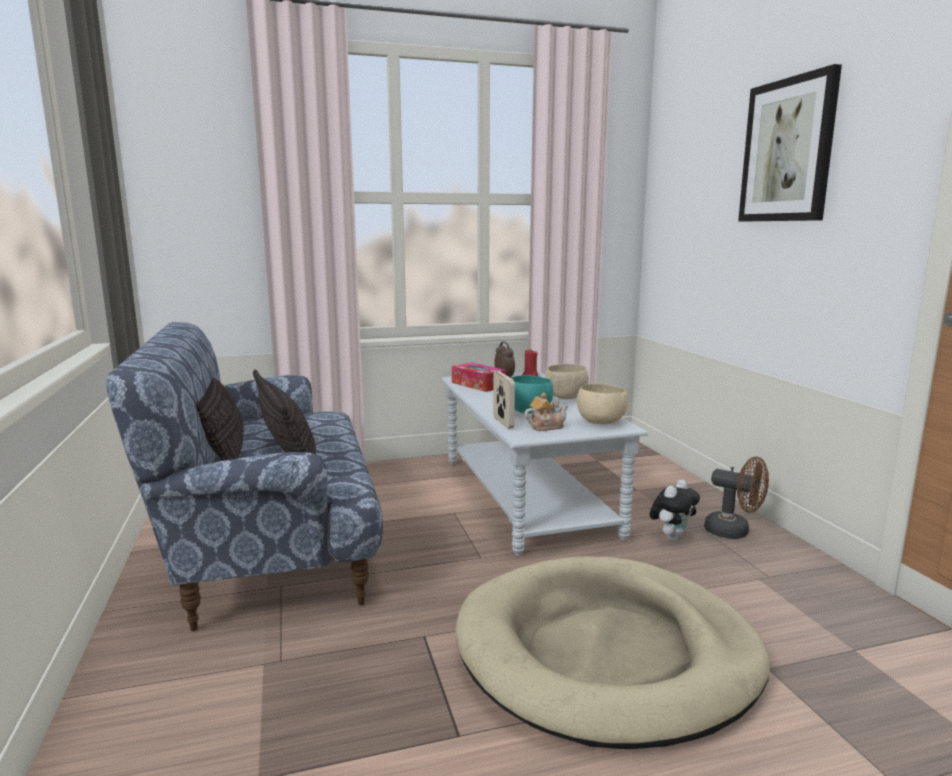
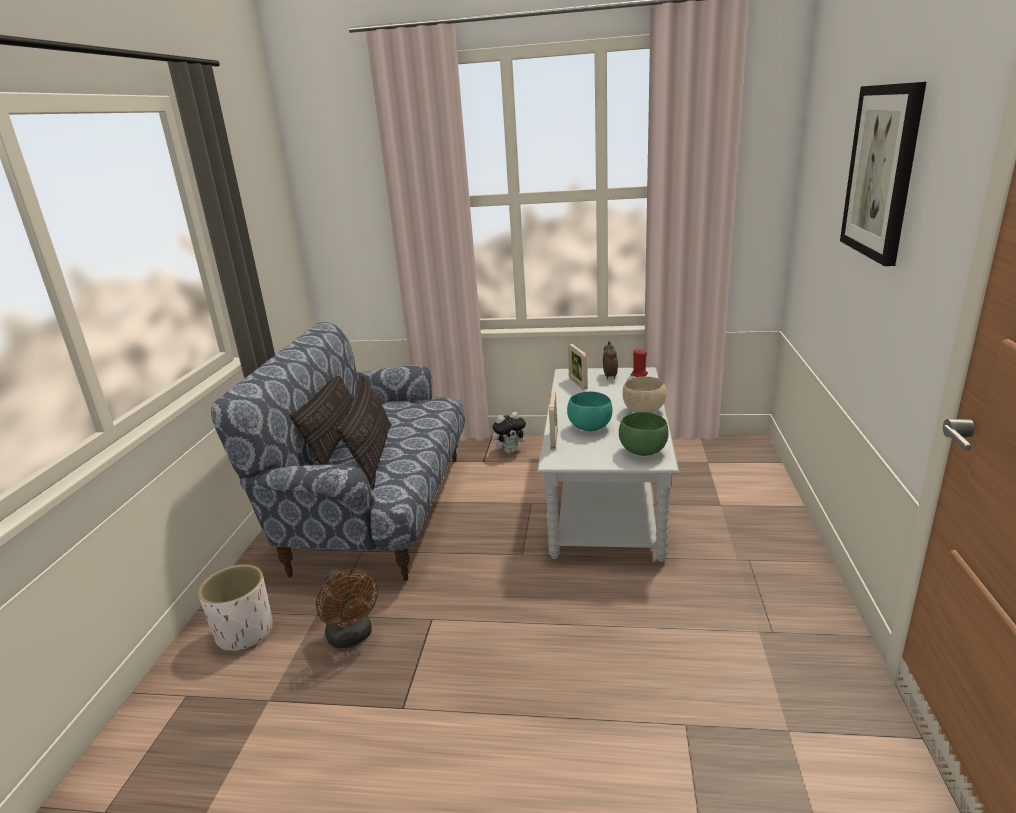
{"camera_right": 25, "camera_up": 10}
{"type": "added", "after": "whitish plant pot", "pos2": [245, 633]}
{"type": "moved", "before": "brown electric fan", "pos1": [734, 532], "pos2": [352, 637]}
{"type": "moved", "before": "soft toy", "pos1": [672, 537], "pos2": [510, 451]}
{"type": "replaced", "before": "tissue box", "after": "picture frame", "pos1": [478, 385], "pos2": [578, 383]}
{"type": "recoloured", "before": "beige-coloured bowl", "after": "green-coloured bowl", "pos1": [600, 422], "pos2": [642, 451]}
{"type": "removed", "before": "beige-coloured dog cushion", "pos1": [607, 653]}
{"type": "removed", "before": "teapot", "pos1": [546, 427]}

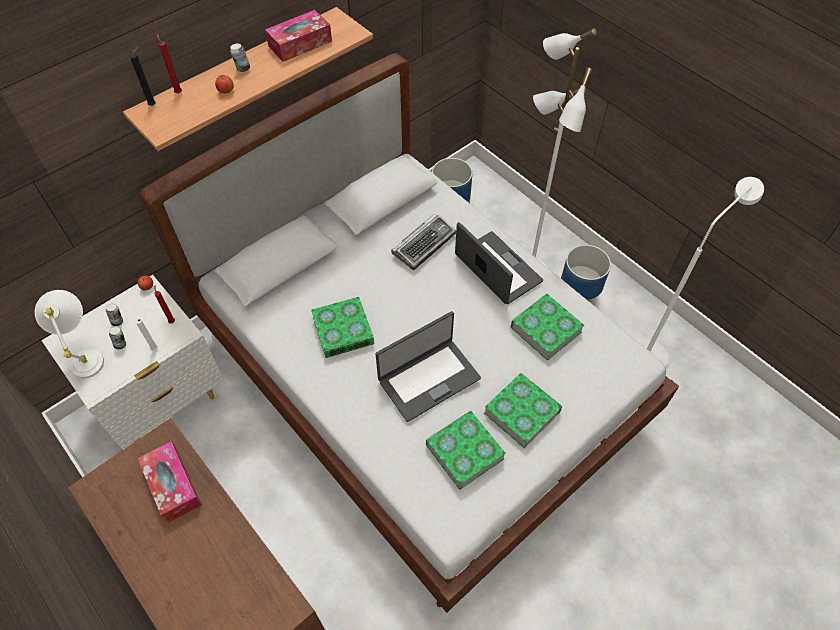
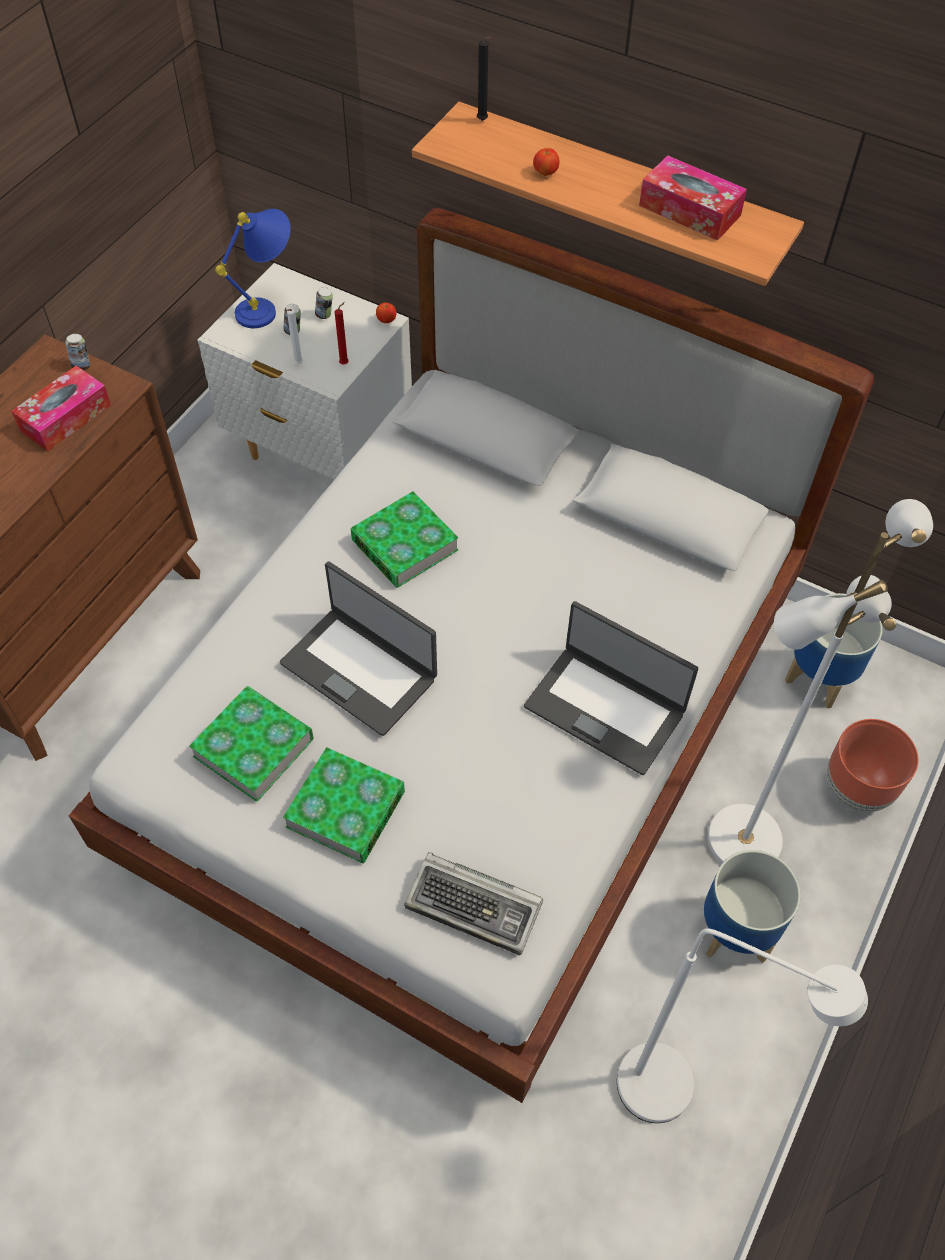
{"camera_right": 70, "camera_up": 0}
{"type": "moved", "before": "can", "pos1": [242, 69], "pos2": [82, 366]}
{"type": "recoloured", "before": "whitish table lamp", "after": "bluish table lamp", "pos1": [86, 354], "pos2": [268, 308]}
{"type": "moved", "before": "computer keyboard", "pos1": [424, 244], "pos2": [475, 907]}
{"type": "turned", "before": "laptop", "pos1": [497, 269], "pos2": [605, 708], "turn": 90}
{"type": "added", "after": "brown plant pot", "pos2": [858, 789]}
{"type": "removed", "before": "red-coloured wax candle", "pos1": [178, 92]}
{"type": "removed", "before": "bound book", "pos1": [546, 329]}

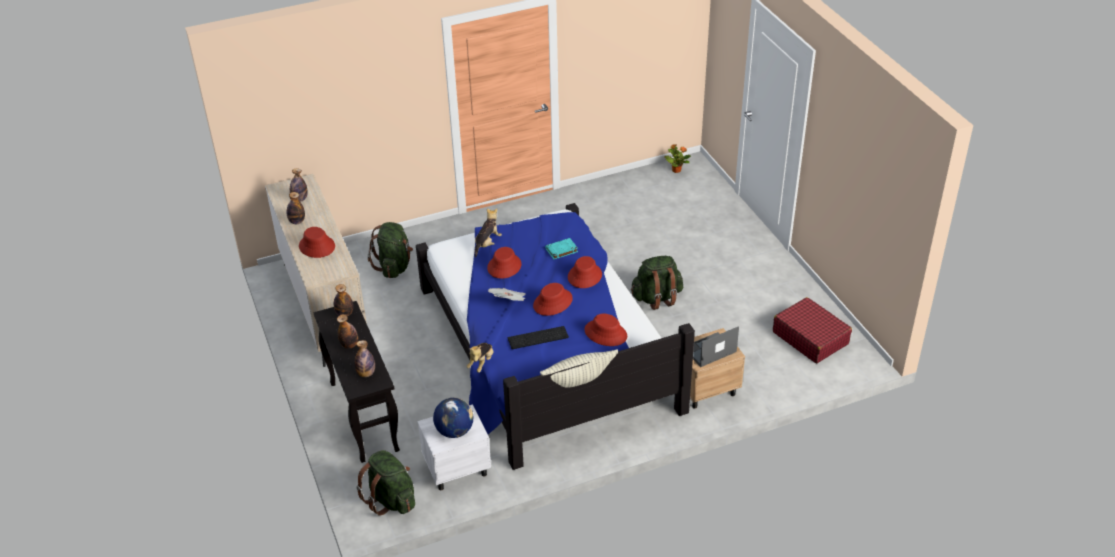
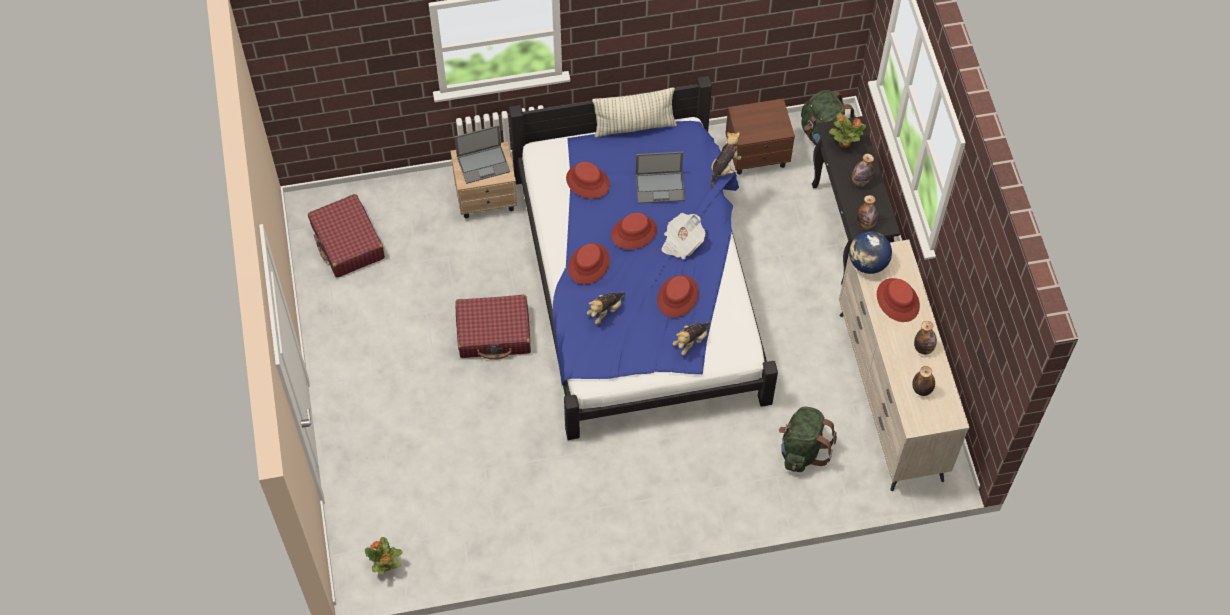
{"camera_right": -170, "camera_up": 20}
{"type": "replaced", "before": "green-coloured knapsack", "after": "red-coloured travel case", "pos1": [657, 298], "pos2": [494, 333]}
{"type": "replaced", "before": "turquoise bound book", "after": "soft toy", "pos1": [561, 250], "pos2": [605, 311]}
{"type": "replaced", "before": "computer keyboard", "after": "laptop", "pos1": [537, 338], "pos2": [660, 187]}
{"type": "recoloured", "before": "whitish night table", "after": "brown night table", "pos1": [456, 469], "pos2": [757, 155]}
{"type": "replaced", "before": "bottle", "after": "houseplant", "pos1": [366, 373], "pos2": [844, 142]}
{"type": "moved", "before": "desk globe", "pos1": [454, 431], "pos2": [867, 263]}

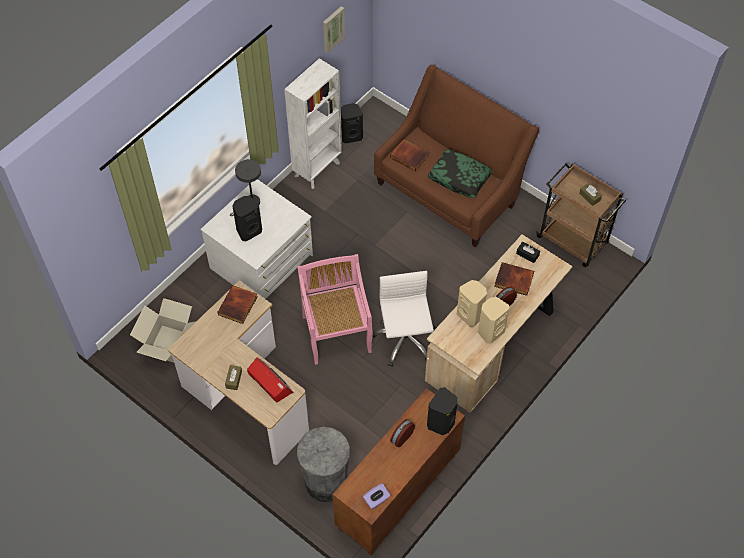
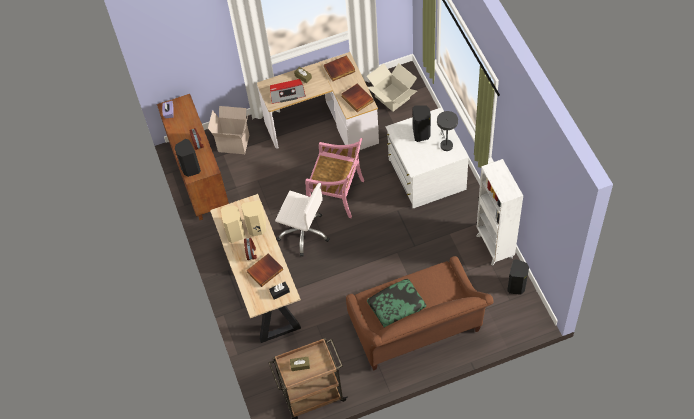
{"camera_right": 125, "camera_up": 0}
{"type": "replaced", "before": "grey trash can", "after": "cardboard box", "pos1": [326, 482], "pos2": [234, 142]}
{"type": "moved", "before": "bound book", "pos1": [410, 156], "pos2": [339, 70]}
{"type": "removed", "before": "wall art", "pos1": [332, 28]}

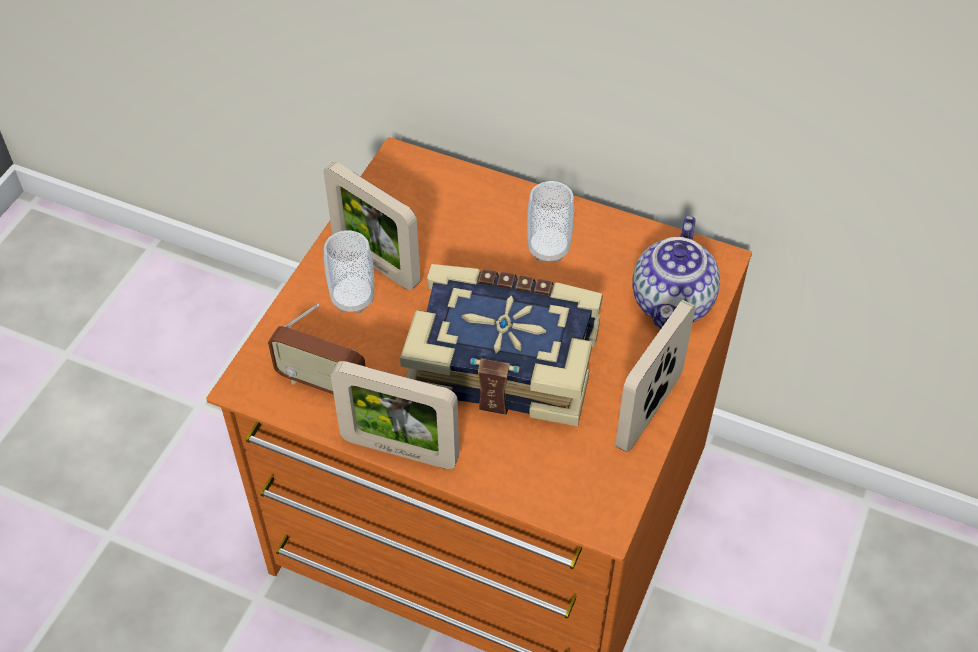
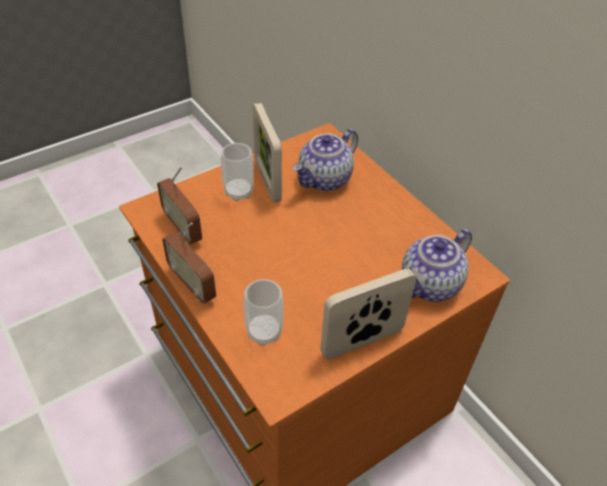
{"camera_right": 30, "camera_up": -5}
{"type": "replaced", "before": "picture frame", "after": "radio", "pos1": [399, 450], "pos2": [192, 284]}
{"type": "moved", "before": "cup", "pos1": [548, 249], "pos2": [264, 332]}
{"type": "added", "after": "teapot", "pos2": [325, 180]}
{"type": "removed", "before": "bound book", "pos1": [504, 359]}

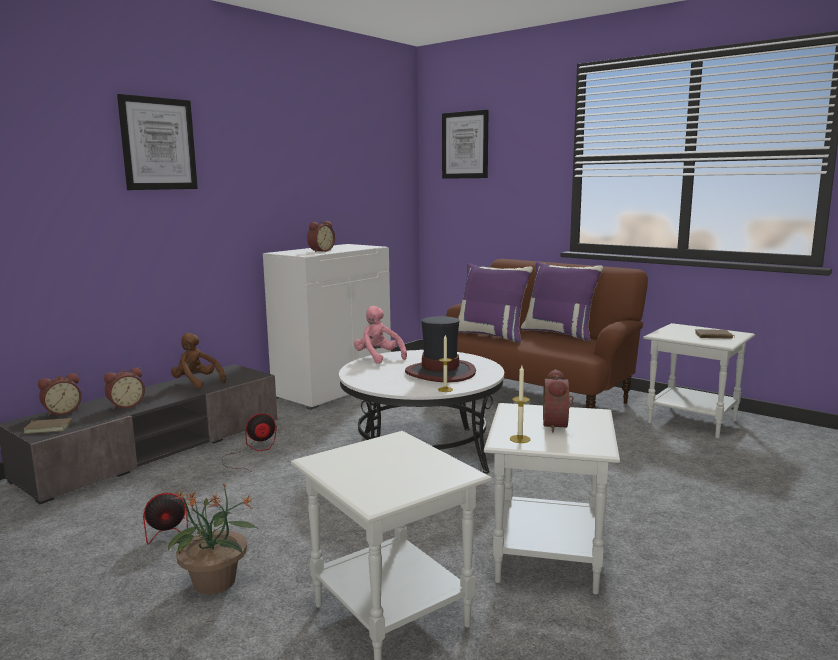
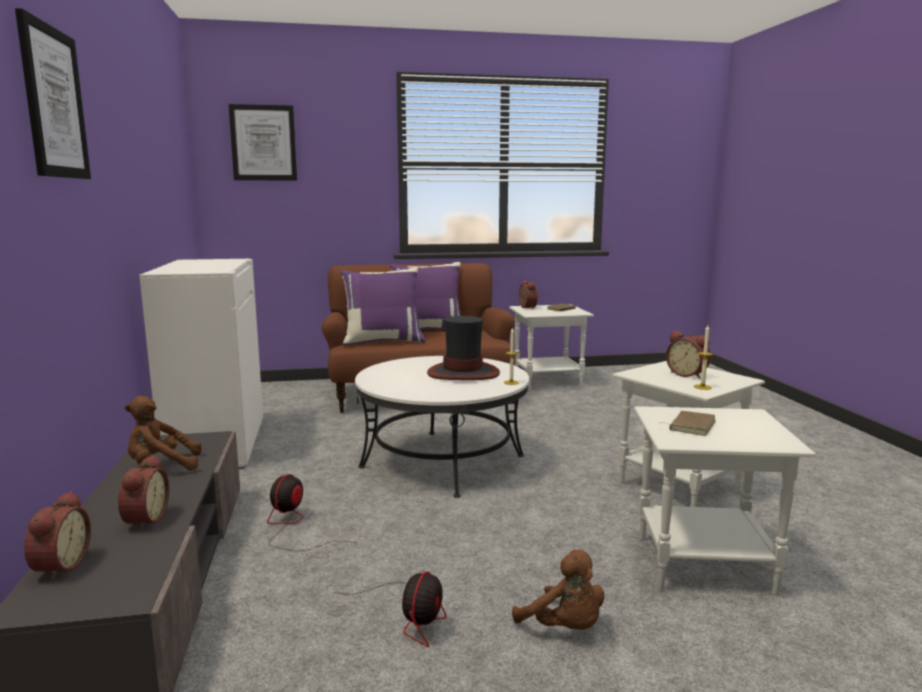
{"camera_right": -50, "camera_up": 0}
{"type": "replaced", "before": "houseplant", "after": "brown soft toy", "pos1": [215, 583], "pos2": [564, 628]}
{"type": "moved", "before": "alarm clock", "pos1": [320, 251], "pos2": [526, 307]}
{"type": "moved", "before": "brown bound book", "pos1": [49, 427], "pos2": [690, 425]}
{"type": "removed", "before": "pink-coloured soft toy", "pos1": [378, 358]}

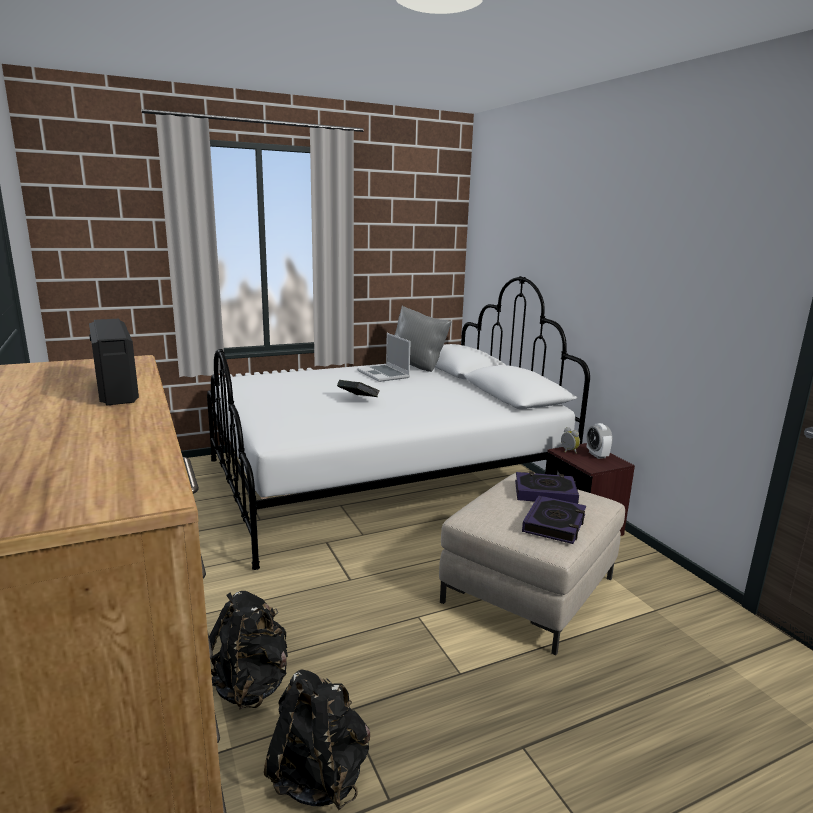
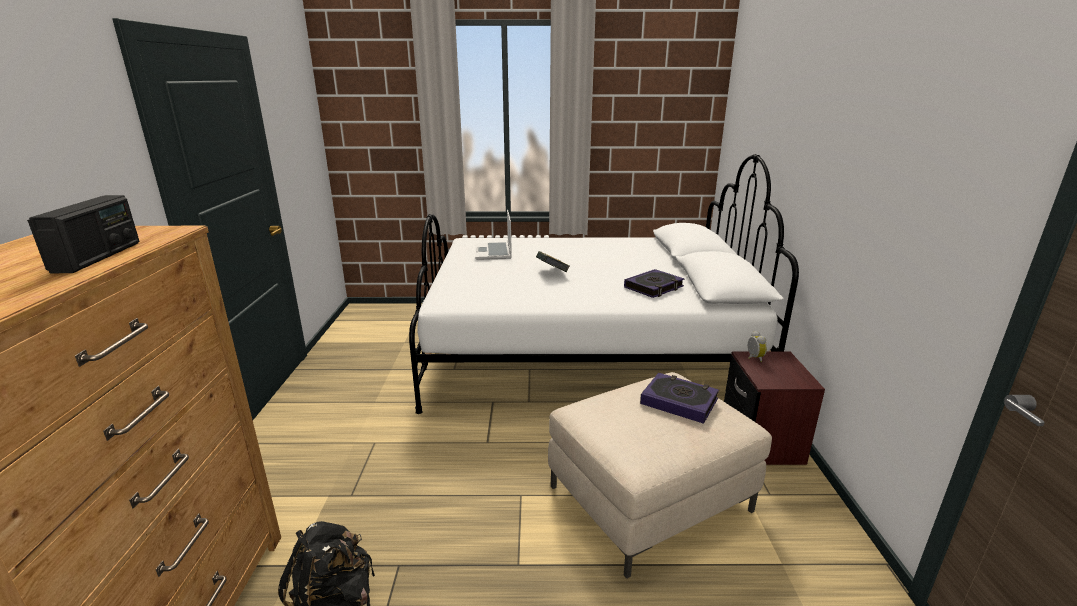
{"camera_right": 25, "camera_up": 5}
{"type": "moved", "before": "laptop", "pos1": [384, 374], "pos2": [494, 252]}
{"type": "moved", "before": "bound book", "pos1": [554, 524], "pos2": [654, 287]}
{"type": "removed", "before": "black knapsack", "pos1": [251, 684]}
{"type": "removed", "before": "grey throw pillow", "pos1": [418, 367]}
{"type": "removed", "before": "alarm clock", "pos1": [597, 455]}

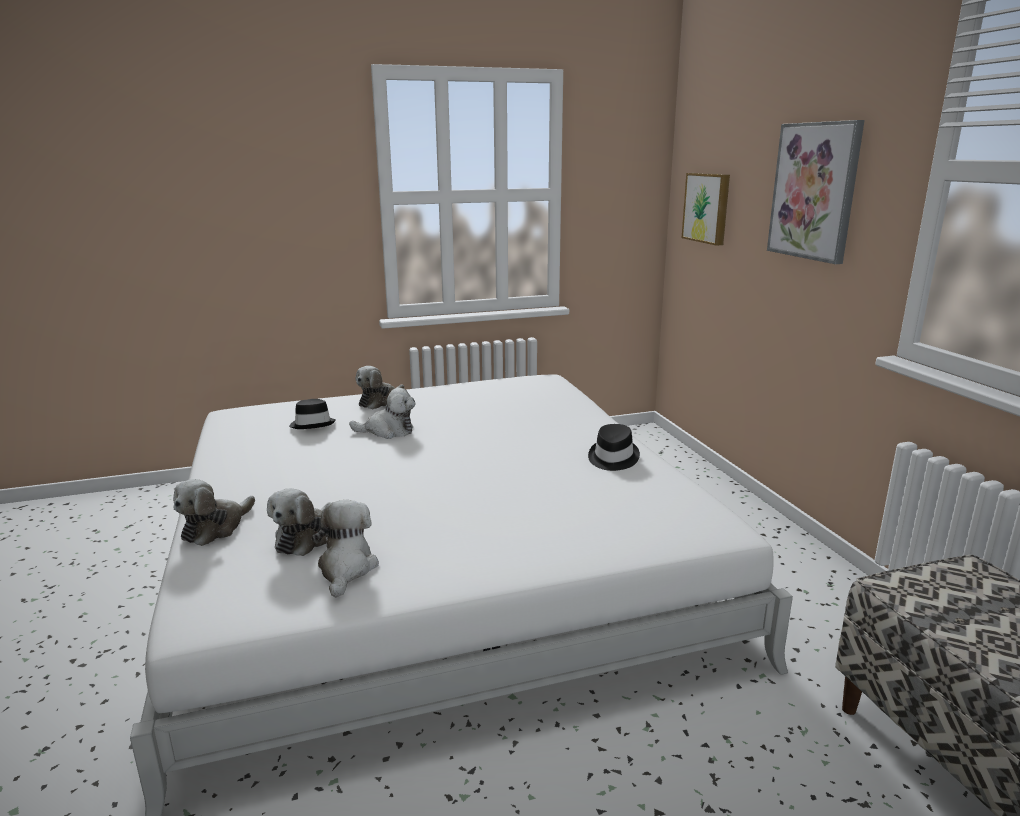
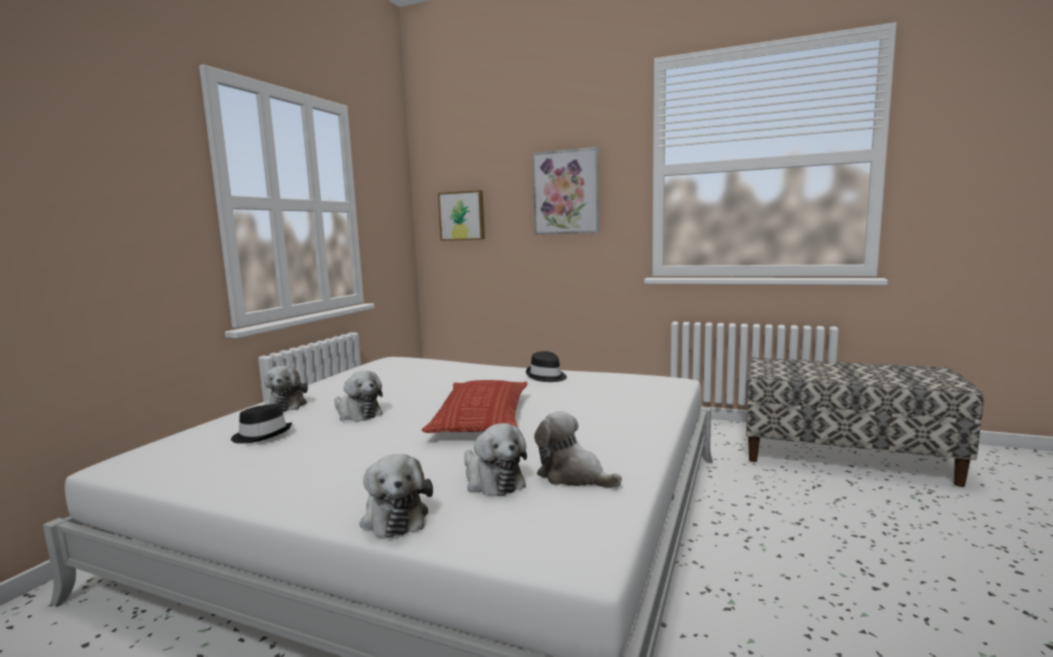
{"camera_right": -50, "camera_up": -10}
{"type": "turned", "before": "soft toy", "pos1": [388, 431], "pos2": [357, 413], "turn": 90}
{"type": "added", "after": "throw pillow", "pos2": [482, 417]}

